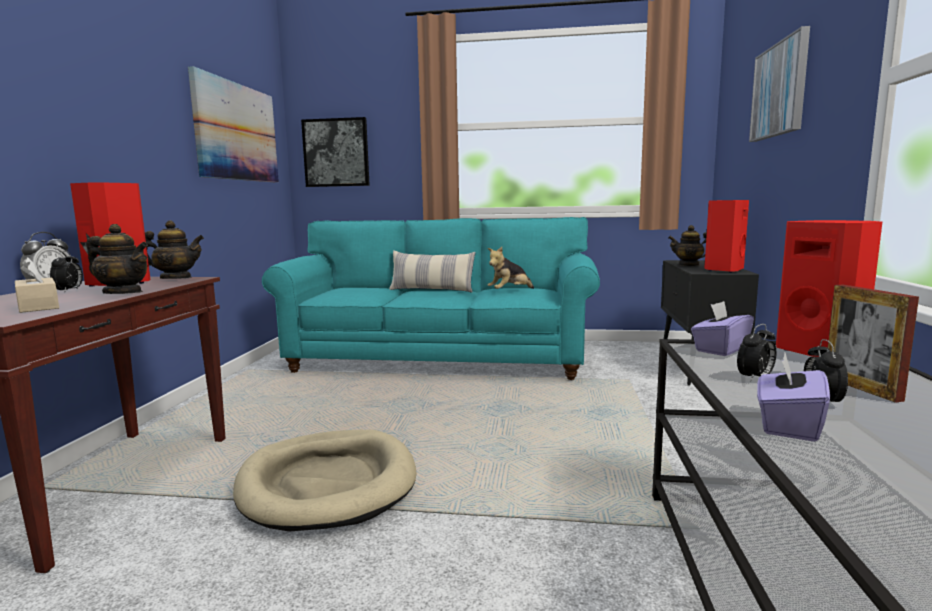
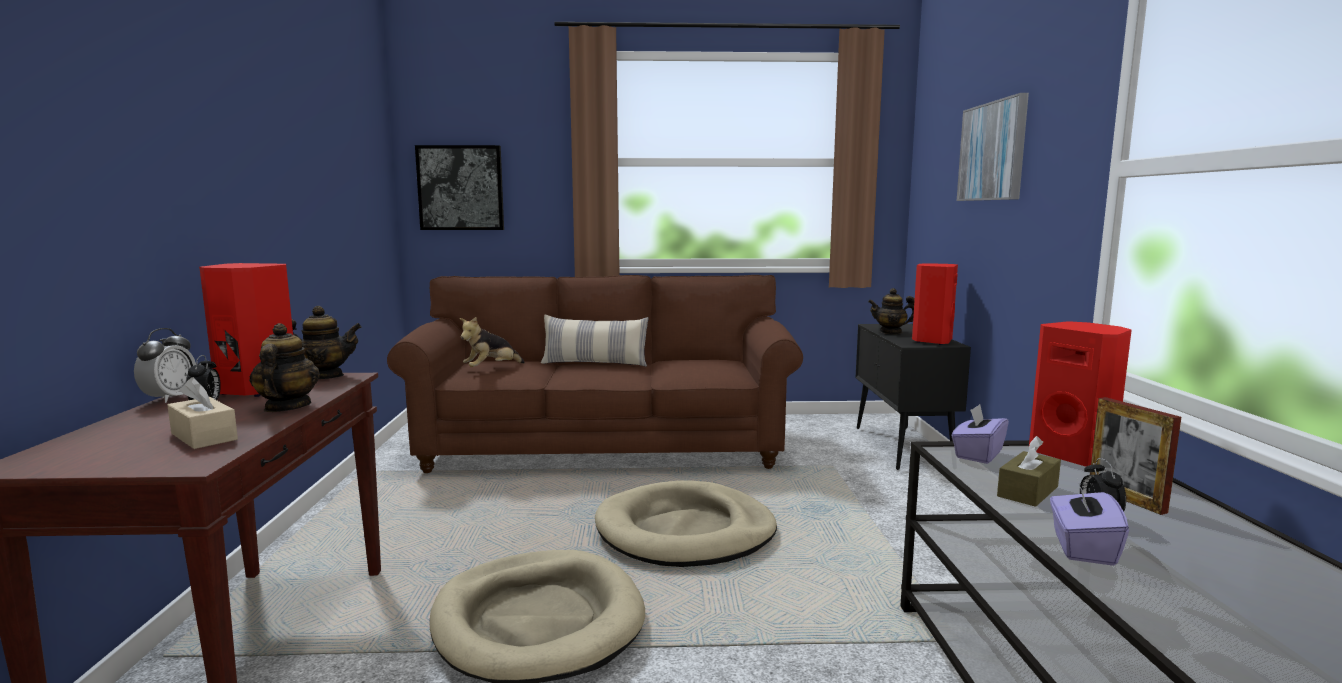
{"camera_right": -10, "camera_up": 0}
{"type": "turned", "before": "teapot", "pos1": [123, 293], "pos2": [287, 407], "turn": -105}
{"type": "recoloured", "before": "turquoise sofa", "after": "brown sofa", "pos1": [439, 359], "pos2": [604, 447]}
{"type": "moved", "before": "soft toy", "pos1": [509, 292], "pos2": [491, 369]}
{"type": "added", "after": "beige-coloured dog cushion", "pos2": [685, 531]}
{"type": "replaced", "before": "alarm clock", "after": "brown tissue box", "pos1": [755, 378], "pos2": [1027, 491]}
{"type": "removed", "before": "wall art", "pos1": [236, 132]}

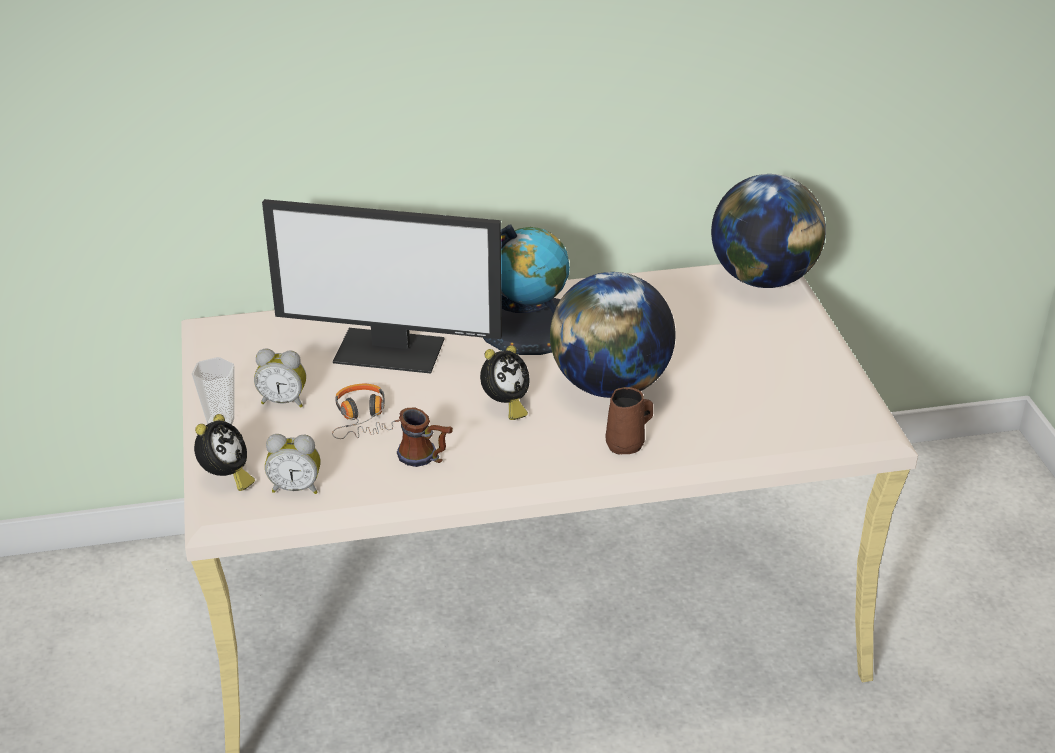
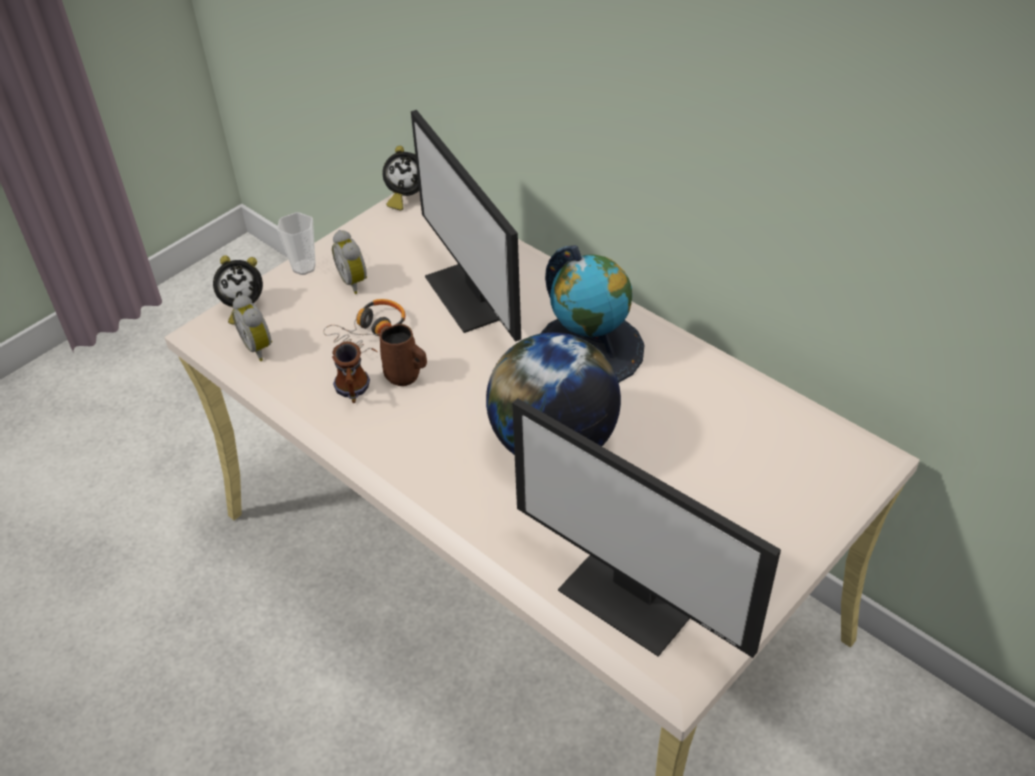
{"camera_right": 55, "camera_up": 10}
{"type": "moved", "before": "brown mug", "pos1": [627, 444], "pos2": [404, 376]}
{"type": "moved", "before": "alarm clock", "pos1": [505, 405], "pos2": [405, 197]}
{"type": "added", "after": "computer screen", "pos2": [632, 596]}
{"type": "removed", "before": "desk globe", "pos1": [763, 279]}

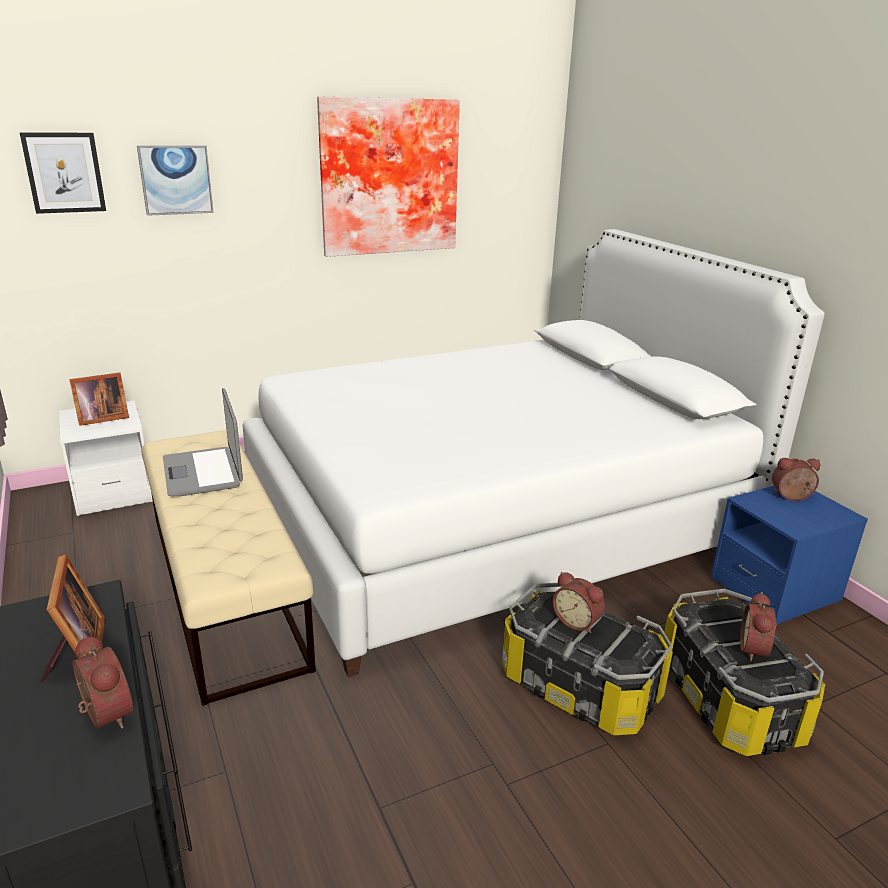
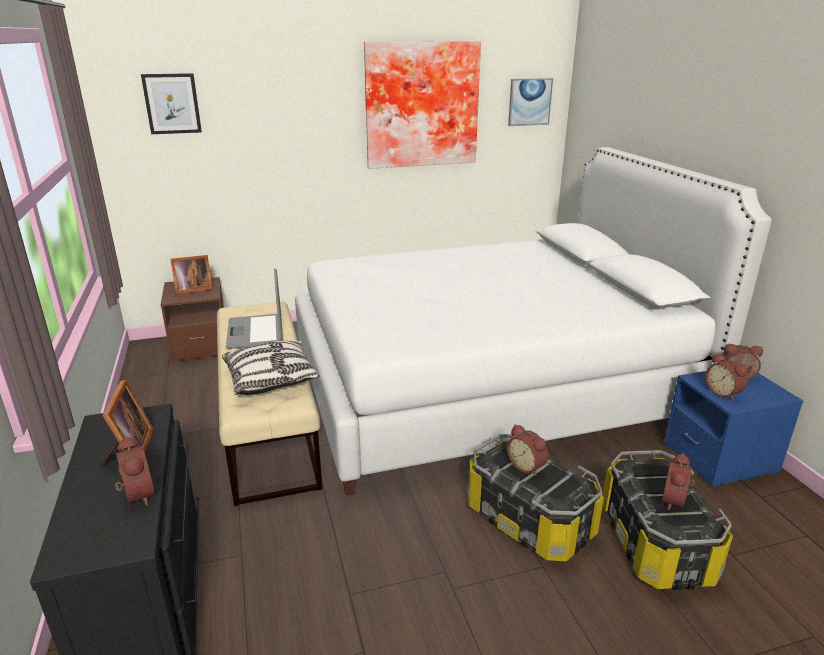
{"camera_right": 10, "camera_up": 0}
{"type": "recoloured", "before": "whitish night table", "after": "brown night table", "pos1": [113, 492], "pos2": [200, 345]}
{"type": "added", "after": "throw pillow", "pos2": [271, 379]}
{"type": "moved", "before": "wall art", "pos1": [176, 180], "pos2": [529, 102]}
{"type": "added", "after": "alarm clock", "pos2": [724, 392]}

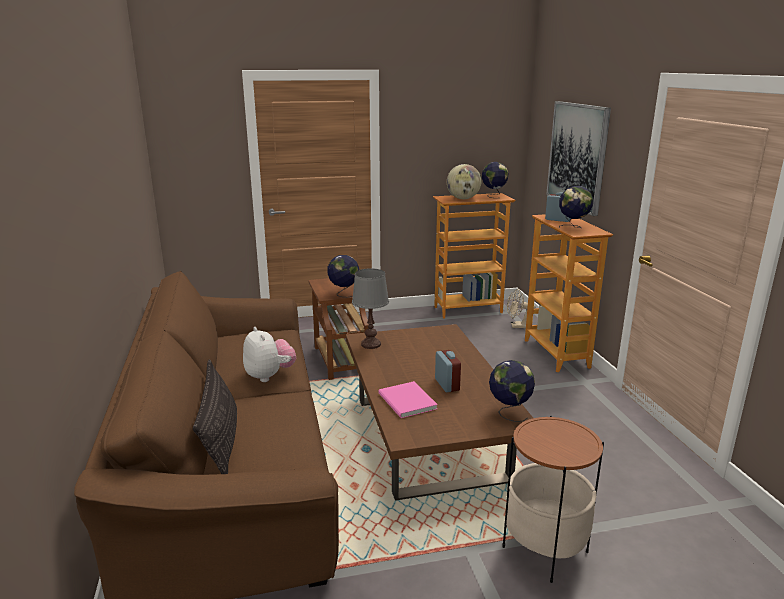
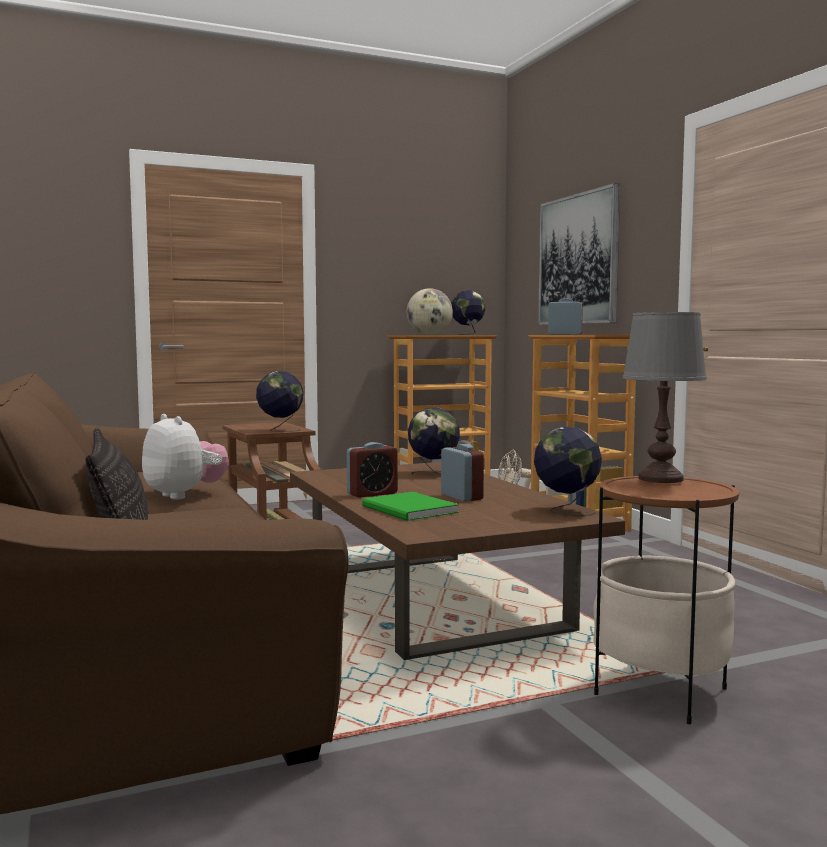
{"camera_right": -10, "camera_up": -15}
{"type": "added", "after": "alarm clock", "pos2": [372, 494]}
{"type": "recoloured", "before": "pink-coloured bound book", "after": "green-coloured bound book", "pos1": [406, 402], "pos2": [409, 510]}
{"type": "moved", "before": "desk globe", "pos1": [573, 227], "pos2": [433, 473]}
{"type": "moved", "before": "grey table lamp", "pos1": [370, 344], "pos2": [660, 479]}

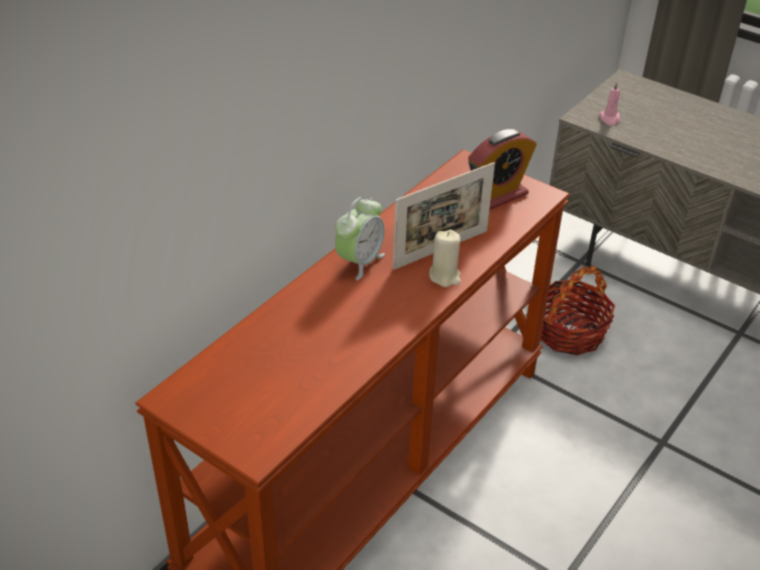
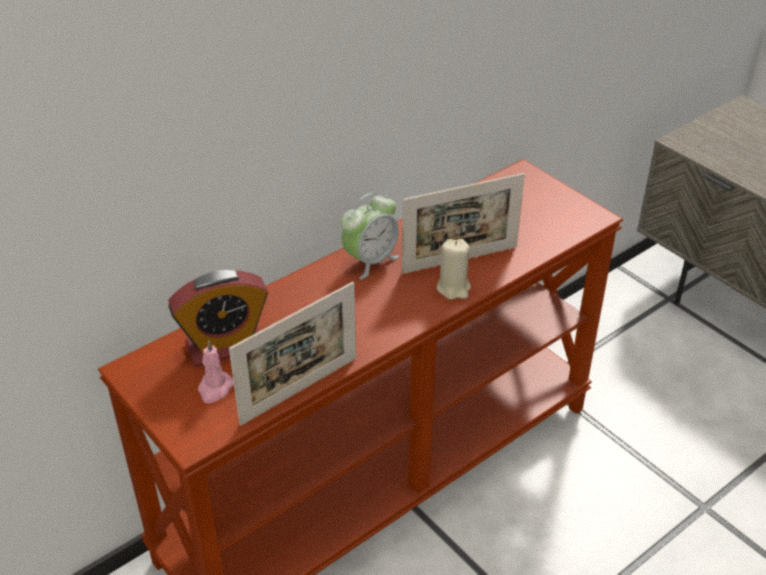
{"camera_right": 15, "camera_up": 0}
{"type": "moved", "before": "alarm clock", "pos1": [497, 196], "pos2": [225, 346]}
{"type": "moved", "before": "pink-coloured wax candle", "pos1": [609, 119], "pos2": [215, 389]}
{"type": "added", "after": "picture frame", "pos2": [299, 390]}
{"type": "removed", "before": "storage basket", "pos1": [569, 333]}

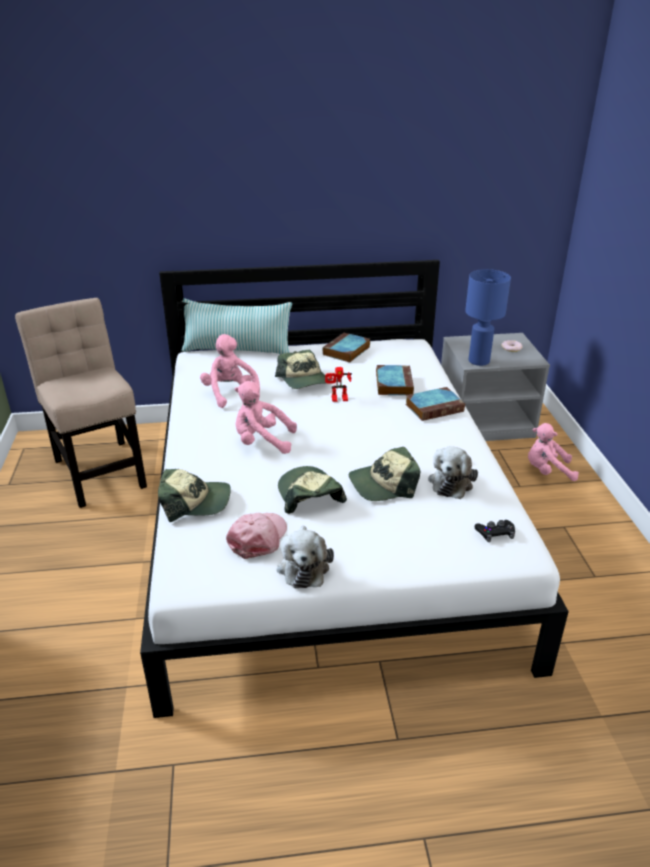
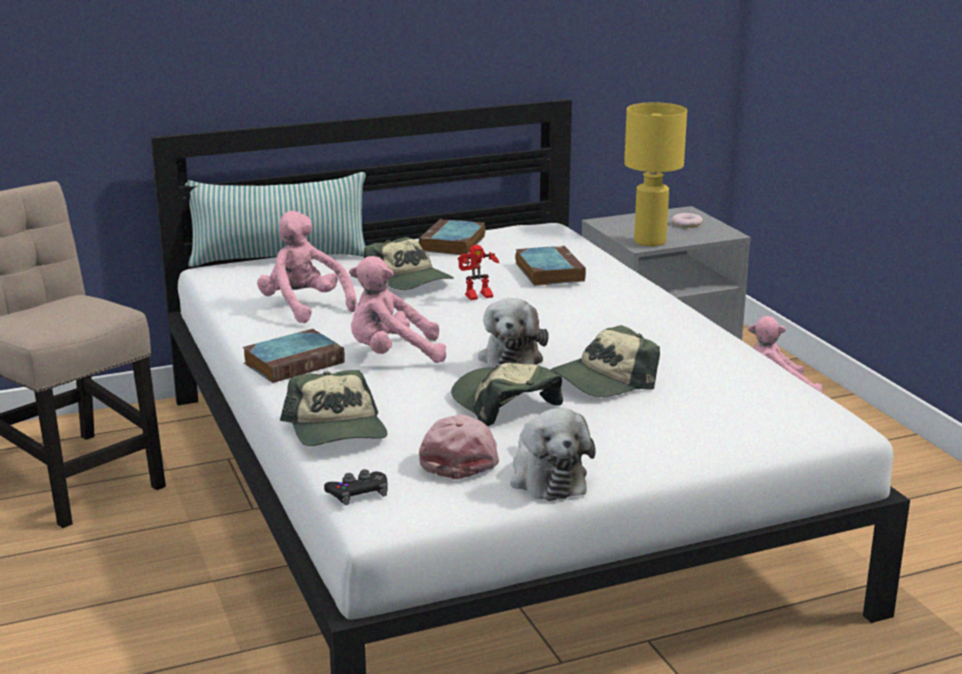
{"camera_right": -15, "camera_up": -10}
{"type": "moved", "before": "bound book", "pos1": [435, 407], "pos2": [295, 362]}
{"type": "turned", "before": "baseball cap", "pos1": [195, 502], "pos2": [337, 430], "turn": 90}
{"type": "moved", "before": "black gamepad", "pos1": [495, 533], "pos2": [358, 493]}
{"type": "moved", "before": "soft toy", "pos1": [451, 482], "pos2": [511, 358]}
{"type": "recoloured", "before": "bluish table lamp", "after": "yellowish table lamp", "pos1": [479, 361], "pos2": [649, 241]}

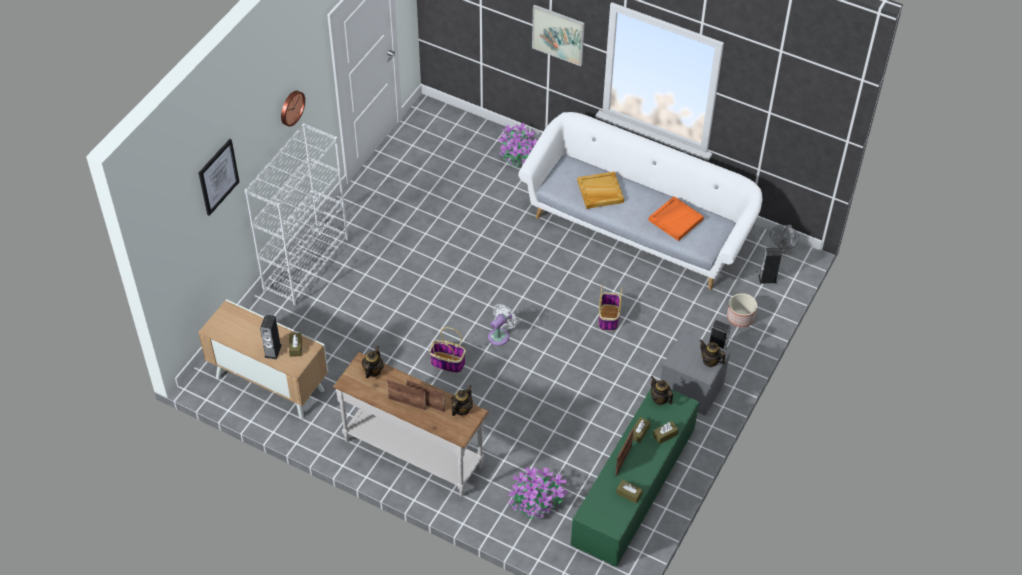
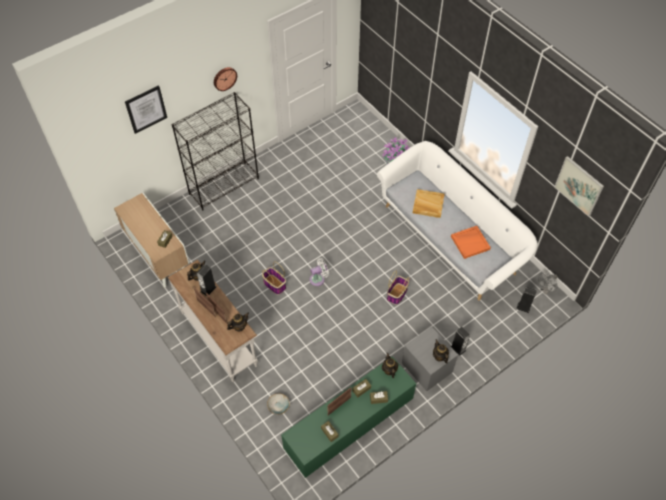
{"camera_right": 25, "camera_up": 5}
{"type": "recoloured", "before": "whitish bookshelf", "after": "black bookshelf", "pos1": [306, 264], "pos2": [224, 186]}
{"type": "moved", "before": "loudspeaker", "pos1": [273, 351], "pos2": [208, 289]}
{"type": "replaced", "before": "houseplant", "after": "bowl", "pos1": [536, 502], "pos2": [278, 406]}
{"type": "moved", "before": "wall art", "pos1": [558, 34], "pos2": [579, 186]}
{"type": "removed", "before": "plant pot", "pos1": [741, 317]}

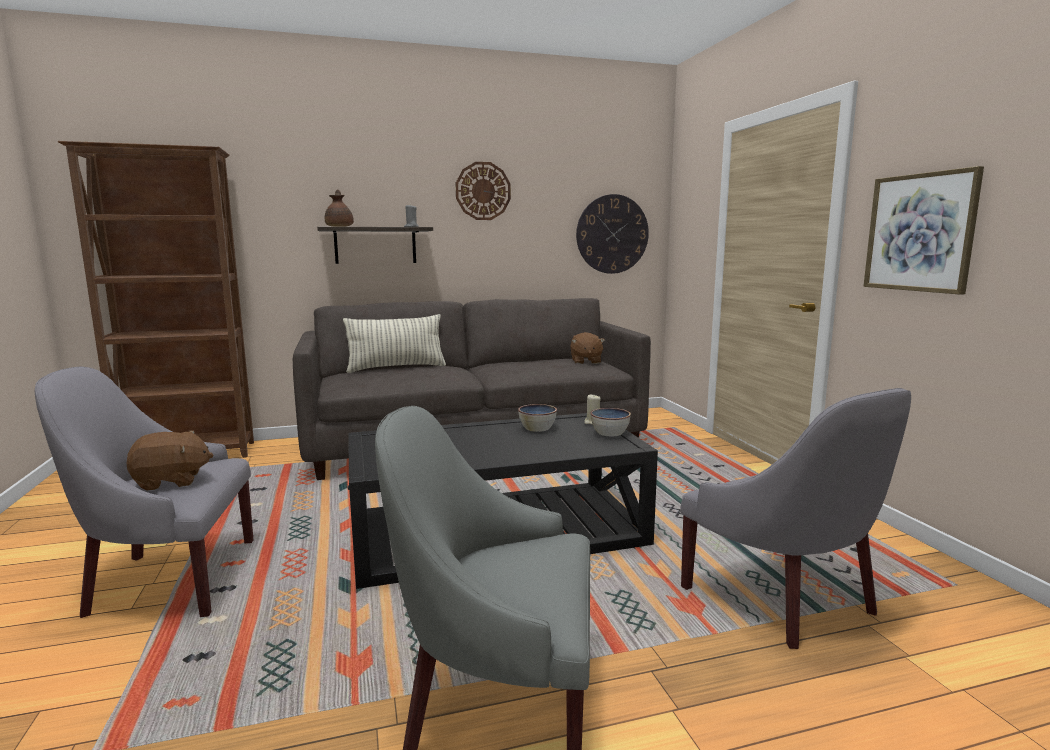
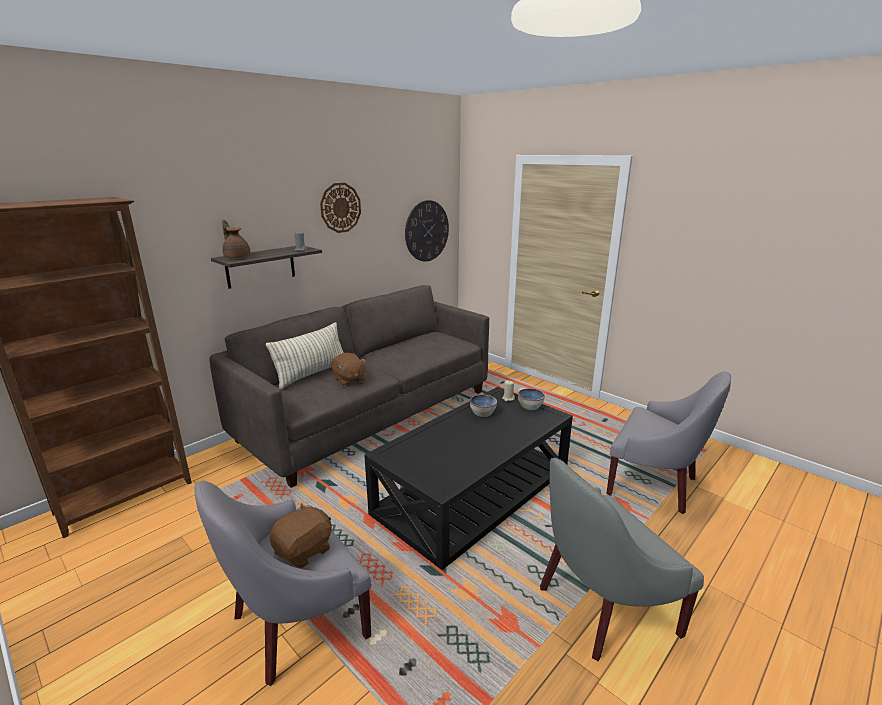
{"camera_right": -30, "camera_up": 10}
{"type": "moved", "before": "brown soft toy", "pos1": [585, 361], "pos2": [348, 379]}
{"type": "removed", "before": "wall art", "pos1": [920, 232]}

